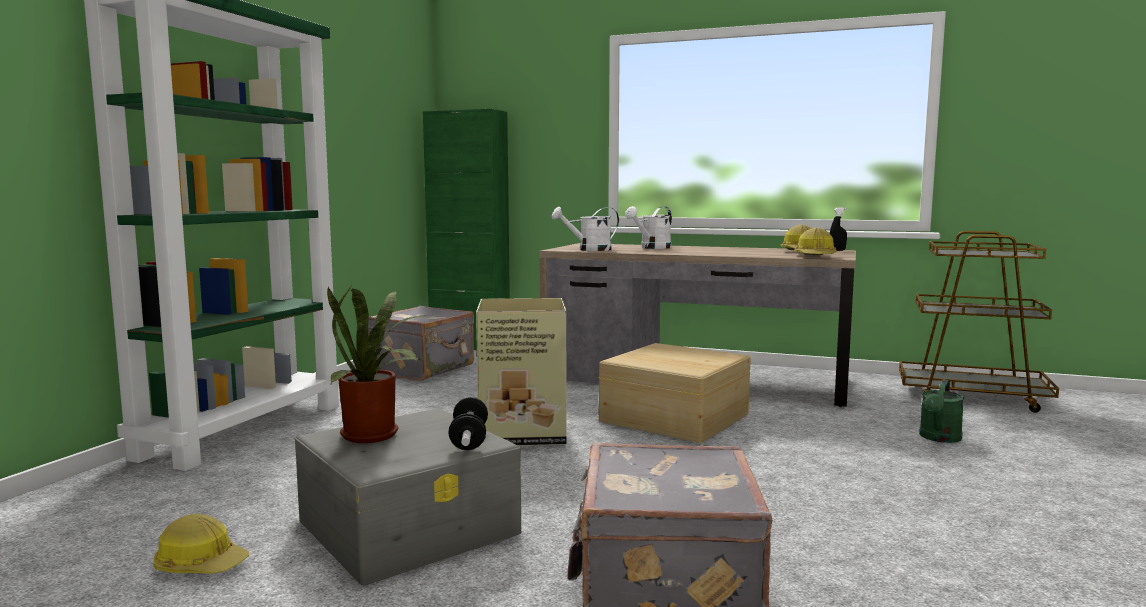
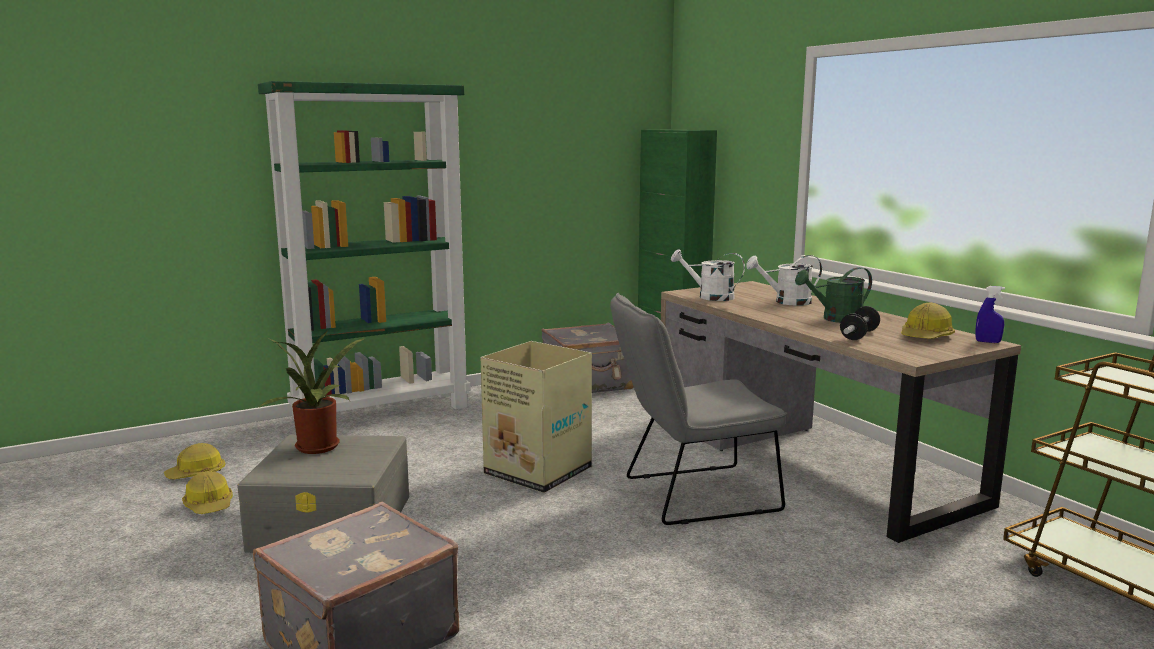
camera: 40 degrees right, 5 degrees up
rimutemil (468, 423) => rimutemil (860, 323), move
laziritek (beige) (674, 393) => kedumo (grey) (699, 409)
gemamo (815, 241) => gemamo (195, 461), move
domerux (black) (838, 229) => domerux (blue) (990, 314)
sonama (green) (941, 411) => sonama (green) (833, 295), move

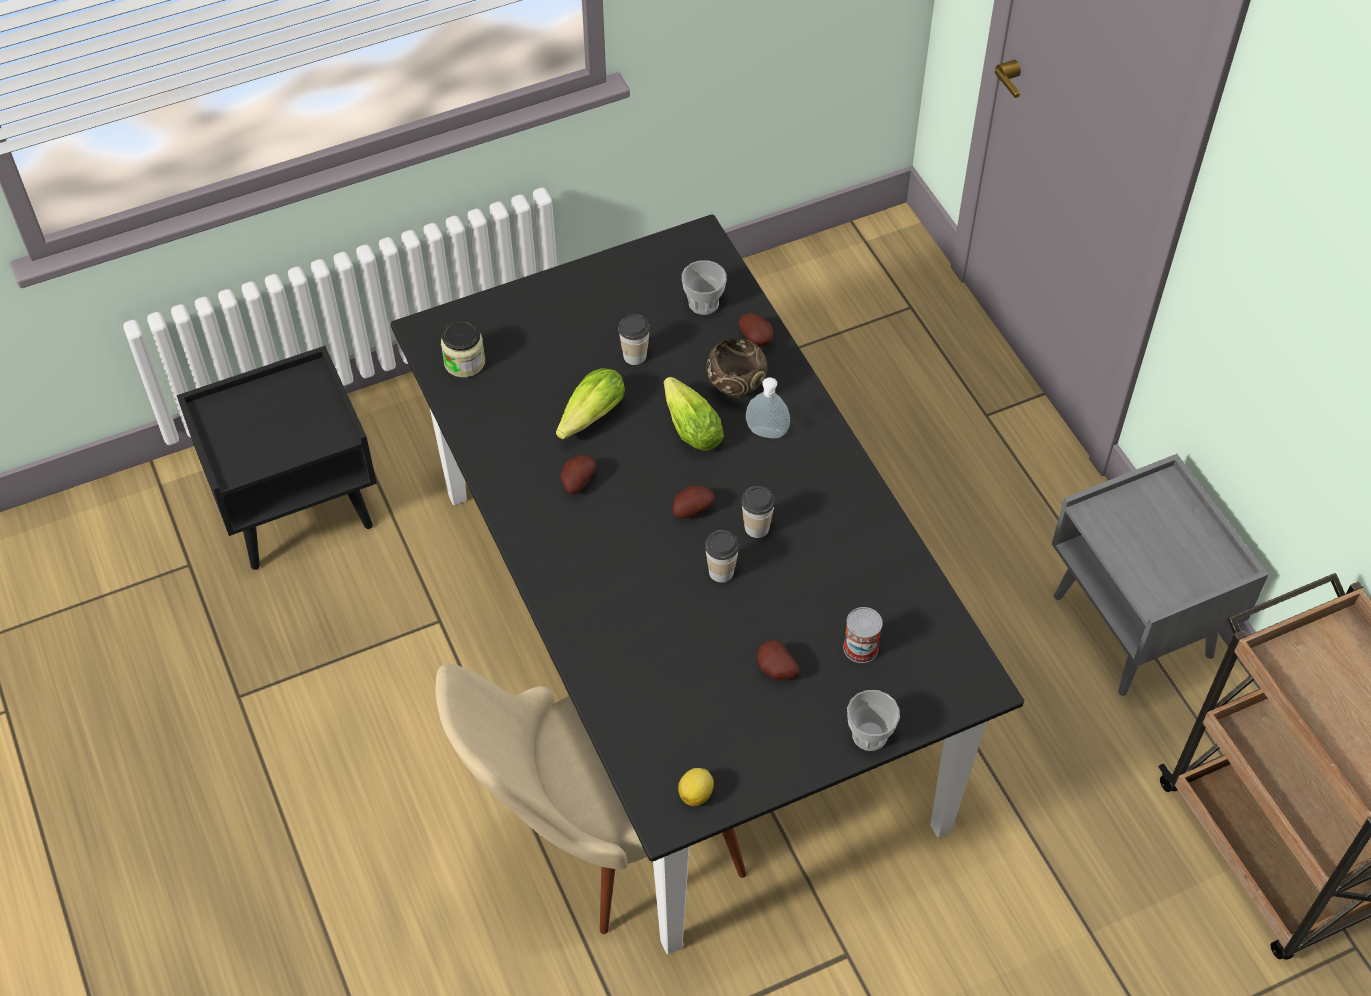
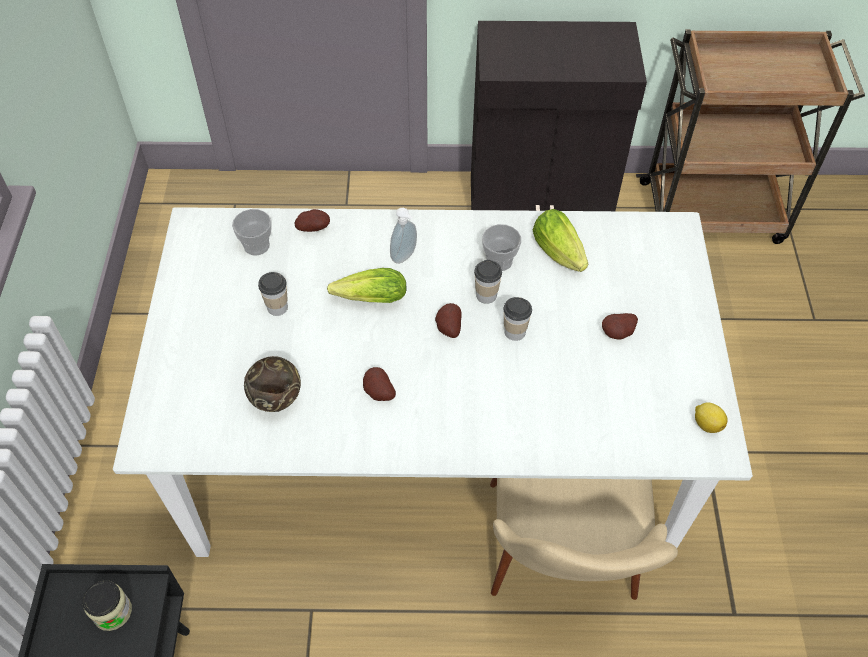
camera: 65 degrees left, 0 degrees up
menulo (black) (707, 584) => menulo (white) (433, 382)
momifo (463, 349) => momifo (107, 605), move
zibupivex (590, 403) => zibupivex (560, 240), move
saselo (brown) (736, 368) => saselo (brown) (272, 384), move
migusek (863, 635) => nothing
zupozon (873, 720) => zupozon (501, 247), move
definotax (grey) (1160, 575) => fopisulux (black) (559, 116)

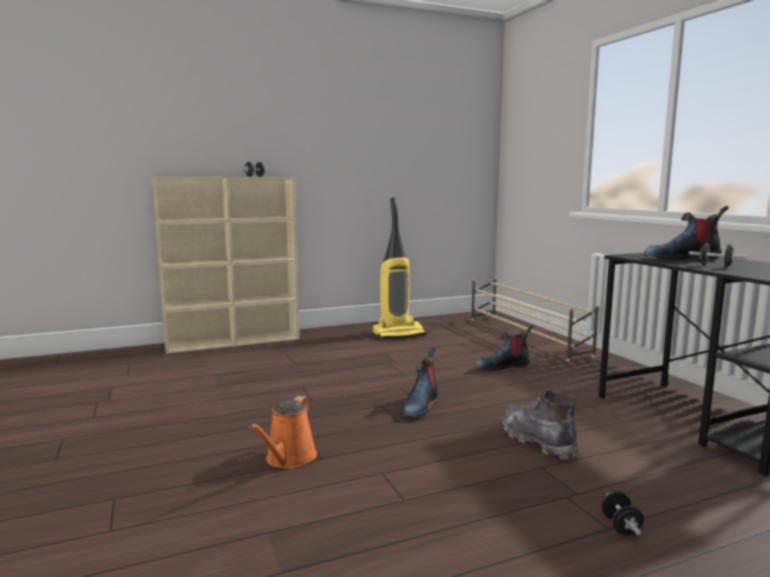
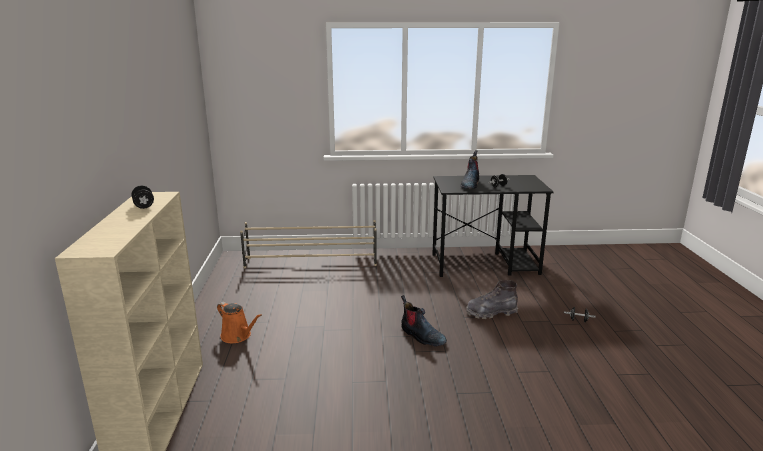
camera: 70 degrees left, 10 degrees up
sonama (orange) (283, 432) => sonama (orange) (239, 322), move
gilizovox (399, 268) => nothing
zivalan (504, 348) => nothing

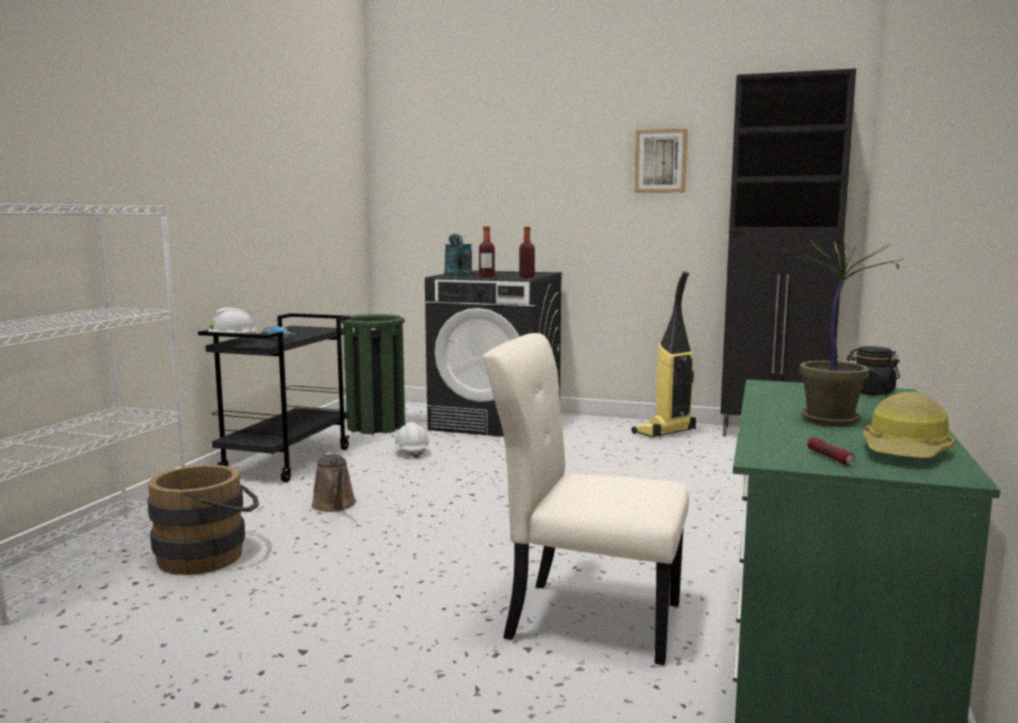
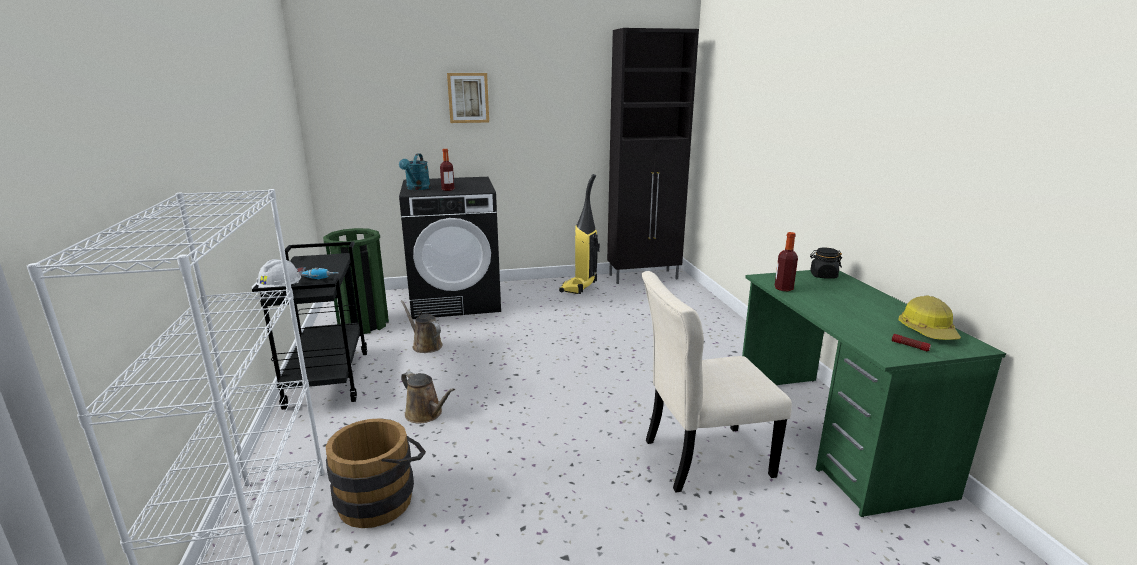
camera: 30 degrees left, 10 degrees up
gemamo (white) (412, 440) => sonama (brown) (421, 326)
sonama (turquoise) (458, 255) => sonama (turquoise) (415, 172), 135 degrees counterclockwise
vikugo (527, 252) => vikugo (786, 261), move
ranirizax (661, 161) => ranirizax (468, 98), move
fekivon (845, 333) => nothing

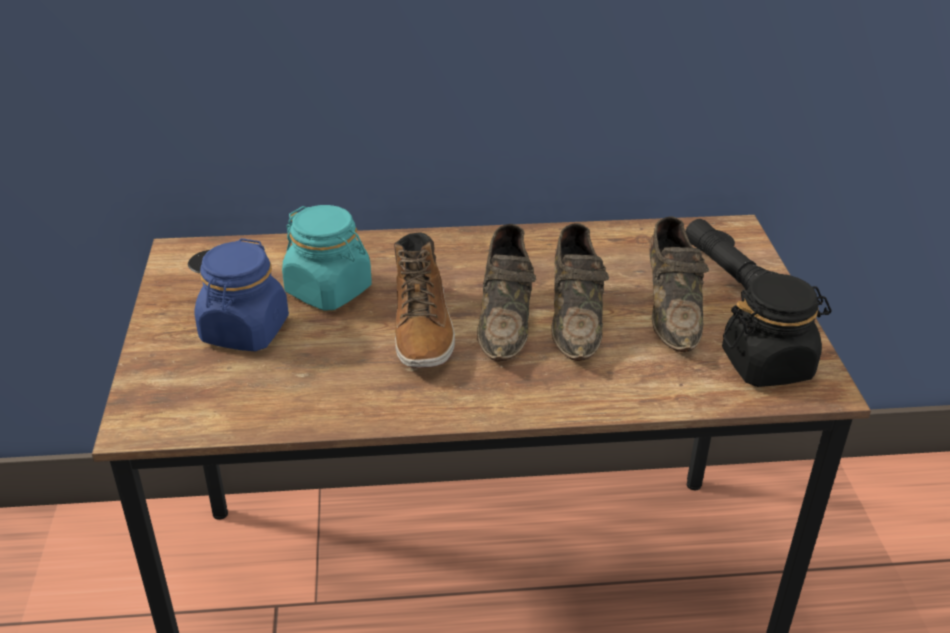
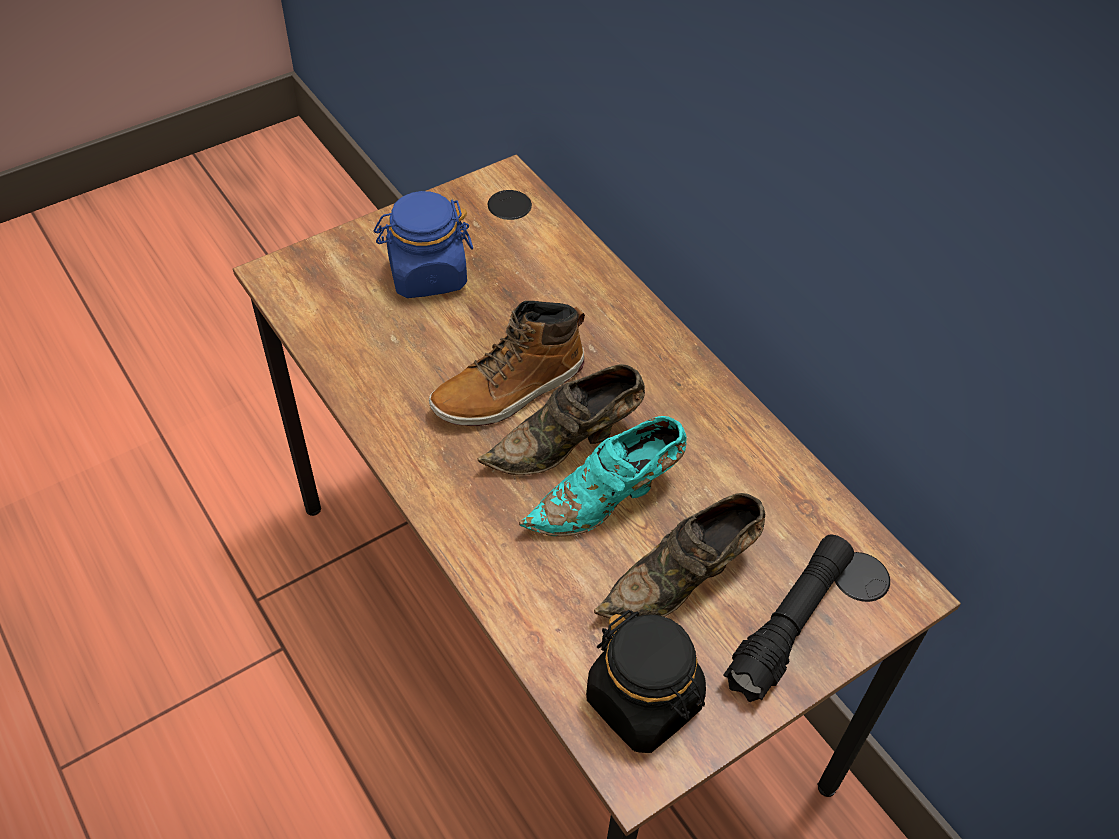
camera: 60 degrees right, 15 degrees up
momifo (turquoise) (327, 258) => nothing
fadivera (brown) (580, 292) => fadivera (turquoise) (603, 476)

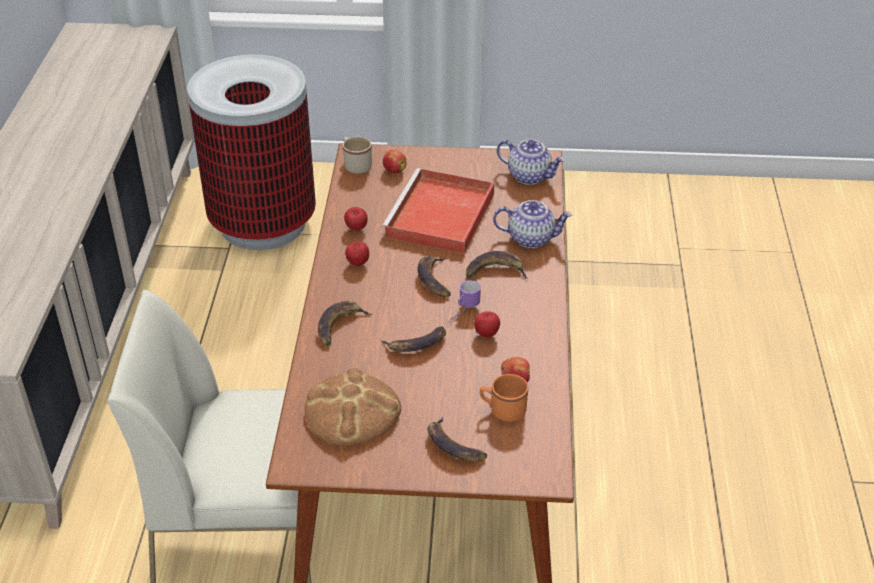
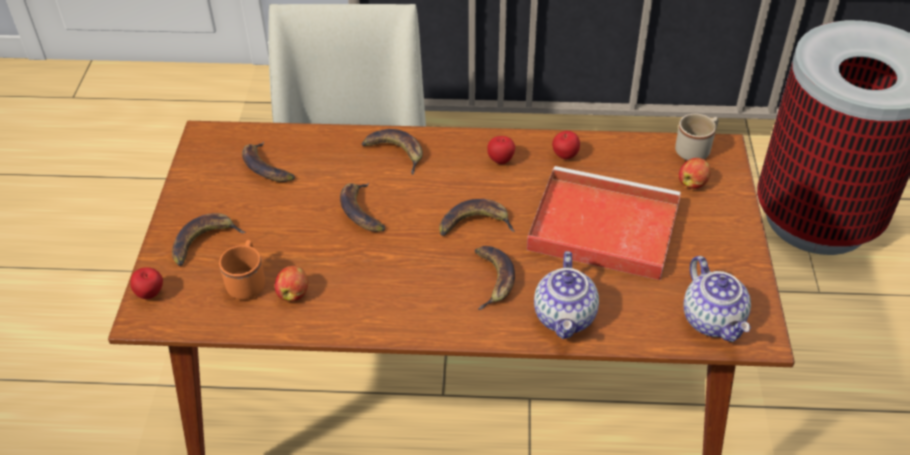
camera: 90 degrees right, 5 degrees up
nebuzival (353, 407) => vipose (268, 161)
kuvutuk (464, 301) => nothing
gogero (487, 324) => gogero (146, 283), move
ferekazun (531, 162) => ferekazun (717, 299), 45 degrees counterclockwise

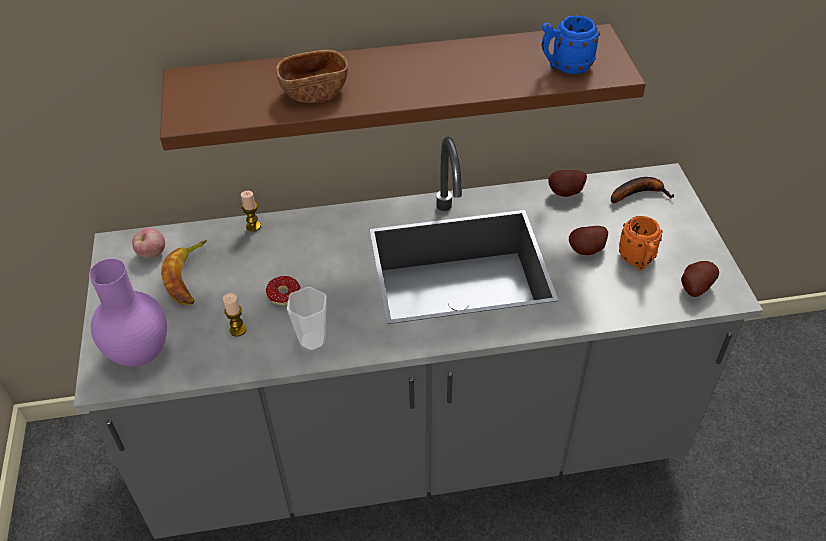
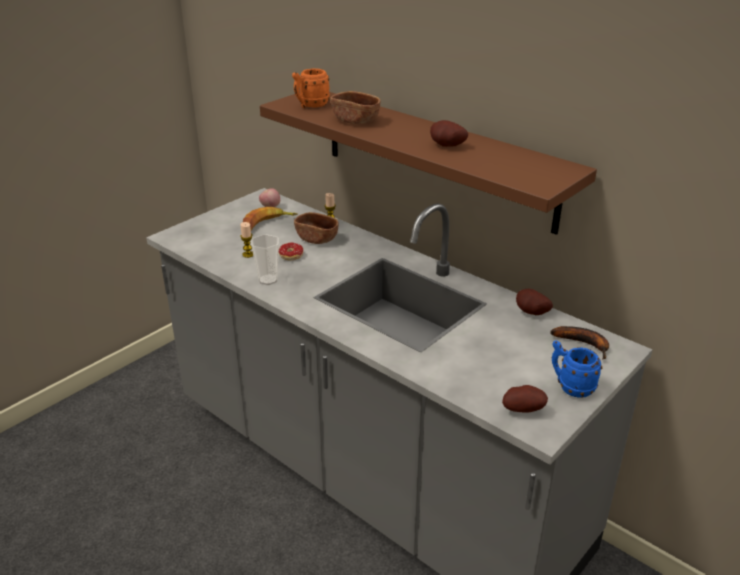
camera: 50 degrees right, 15 degrees down
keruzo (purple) (128, 312) => nothing
kuvutuk (blue) (571, 45) => kuvutuk (blue) (577, 369), move
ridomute (588, 240) => ridomute (449, 133), move
kuvutuk (orange) (640, 243) => kuvutuk (orange) (311, 88), move
nothing => saselo (brown) (316, 228)

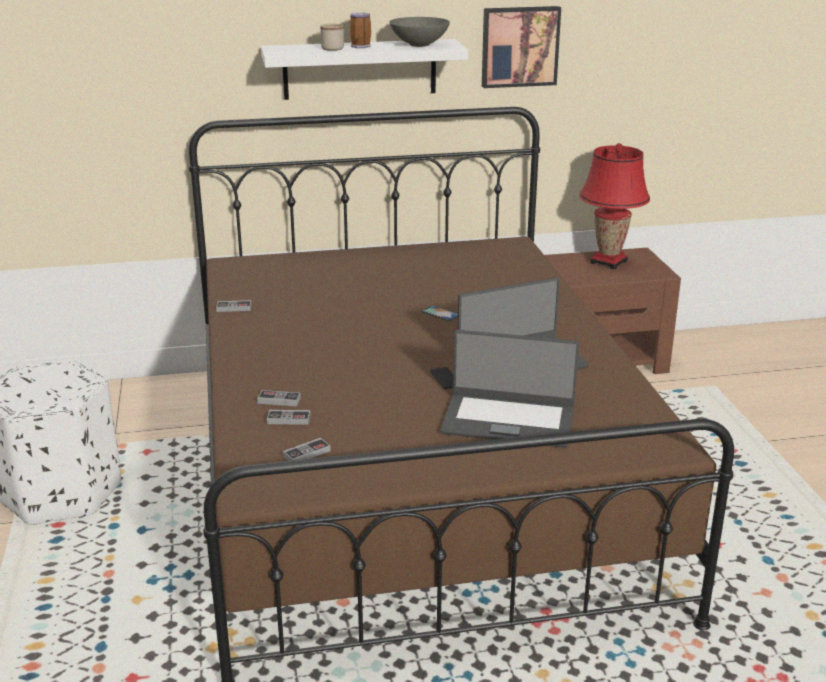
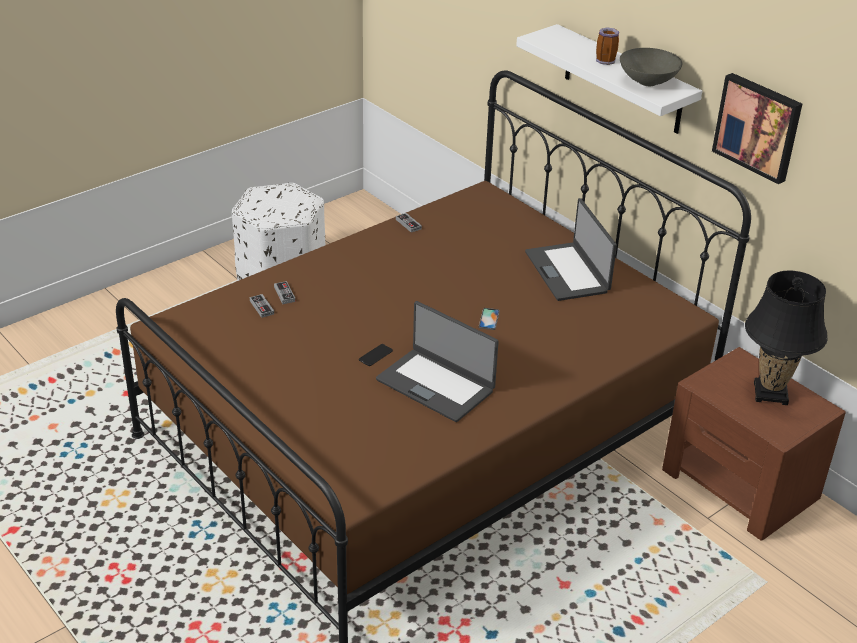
camera: 60 degrees right, 10 degrees up
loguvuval (307, 449) => nothing
kuvutuk (beige) (332, 37) => nothing
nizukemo (509, 389) => nizukemo (571, 249), move
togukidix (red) (614, 206) => togukidix (black) (786, 338)

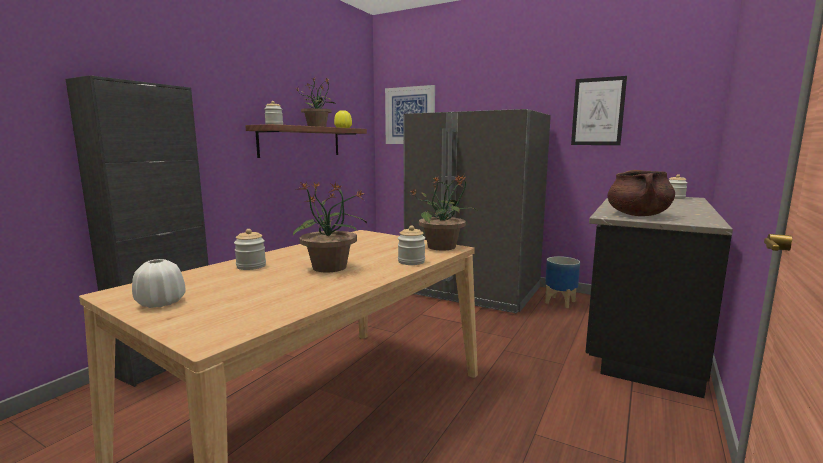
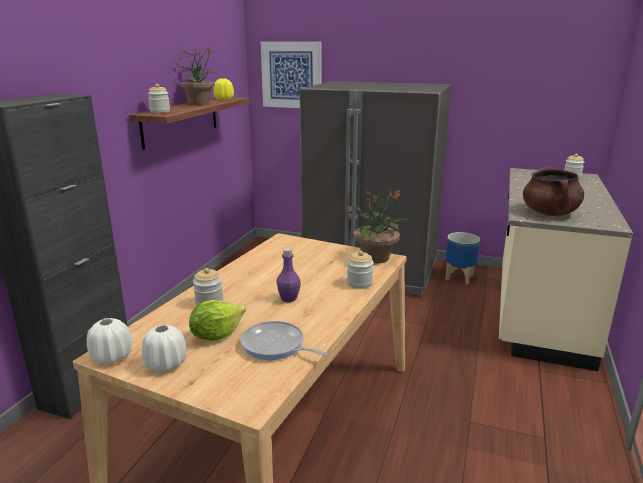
camera: 10 degrees left, 10 degrees up
fekivon (330, 227) => vikugo (purple) (288, 275)
ranirizax (599, 110) => nothing
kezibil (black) (659, 297) => kezibil (beige) (566, 269)
nothing => keruzo (white) (109, 341)
nothing => zibupivex (217, 320)
nothing => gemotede (283, 340)

